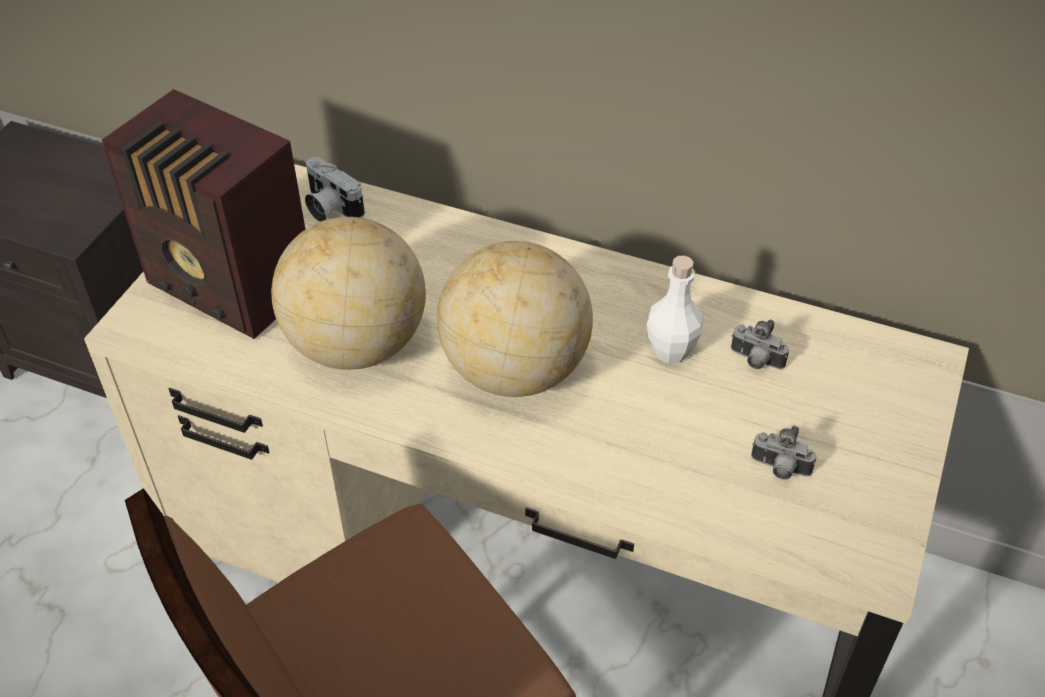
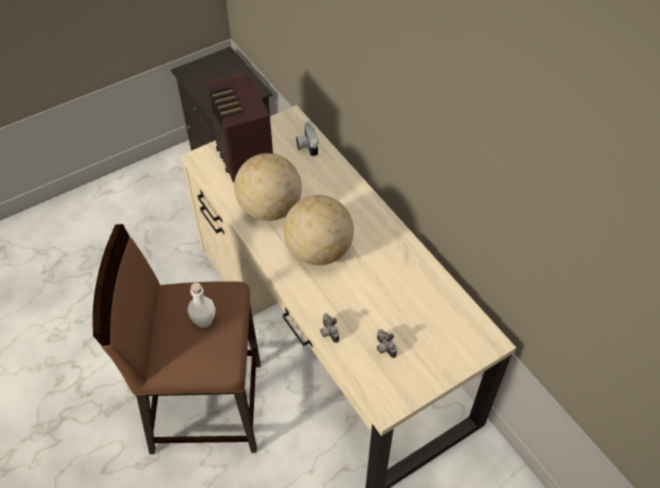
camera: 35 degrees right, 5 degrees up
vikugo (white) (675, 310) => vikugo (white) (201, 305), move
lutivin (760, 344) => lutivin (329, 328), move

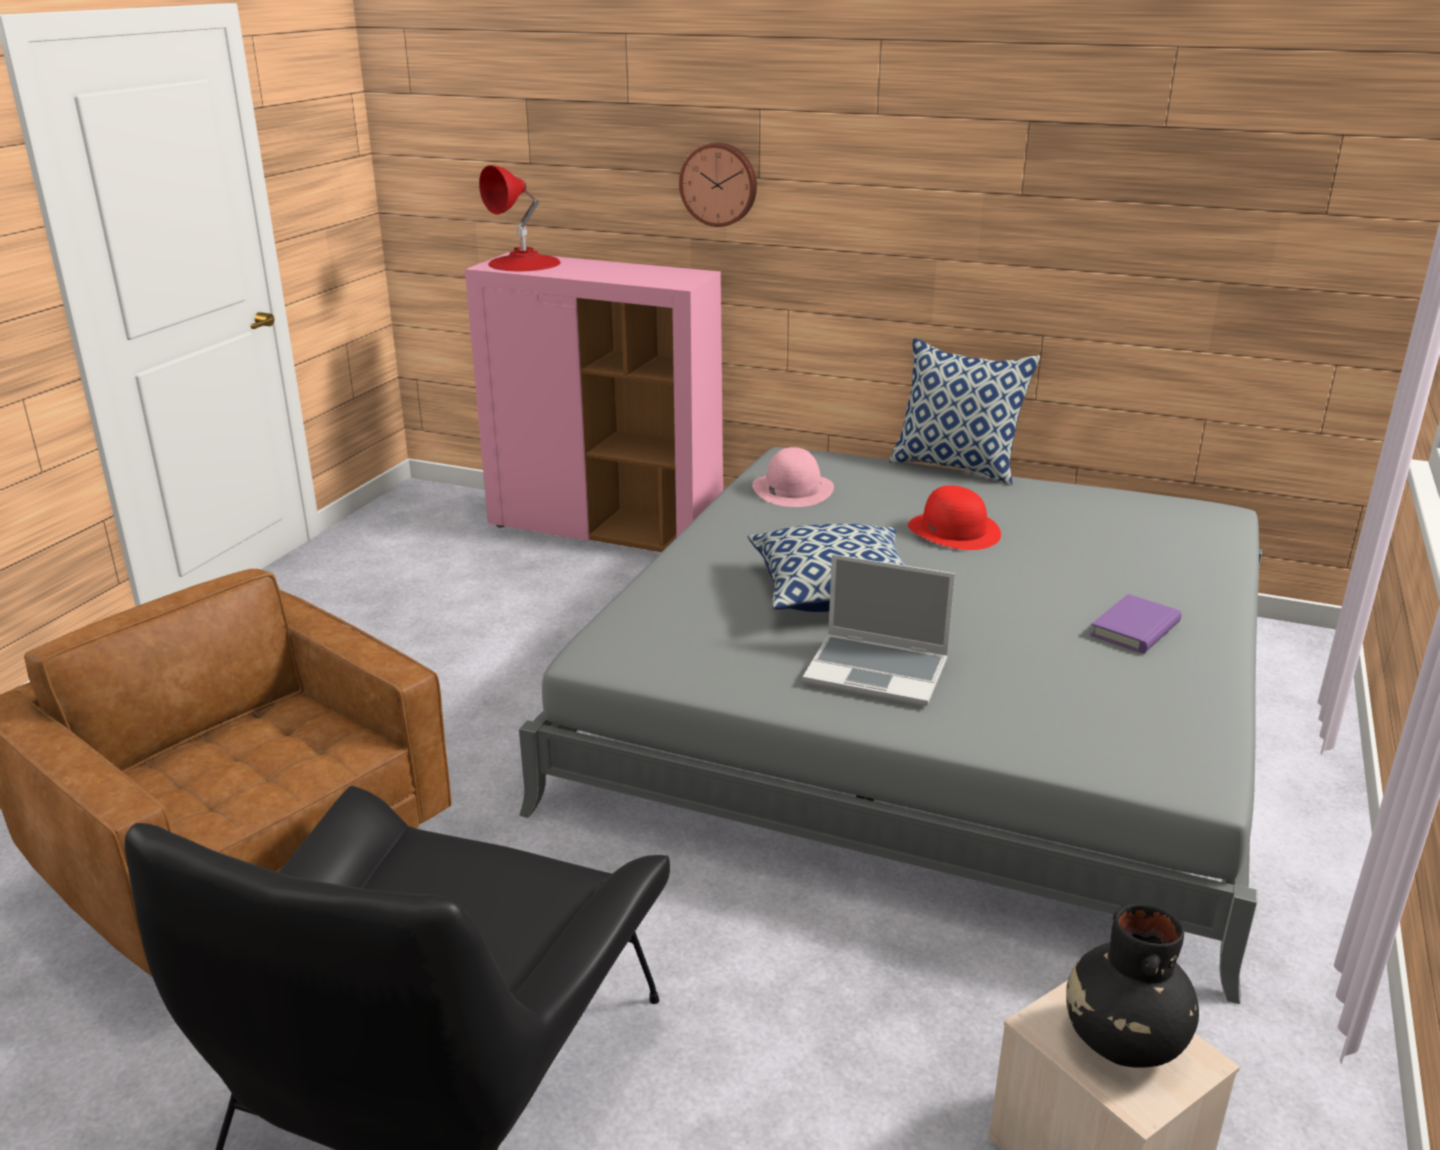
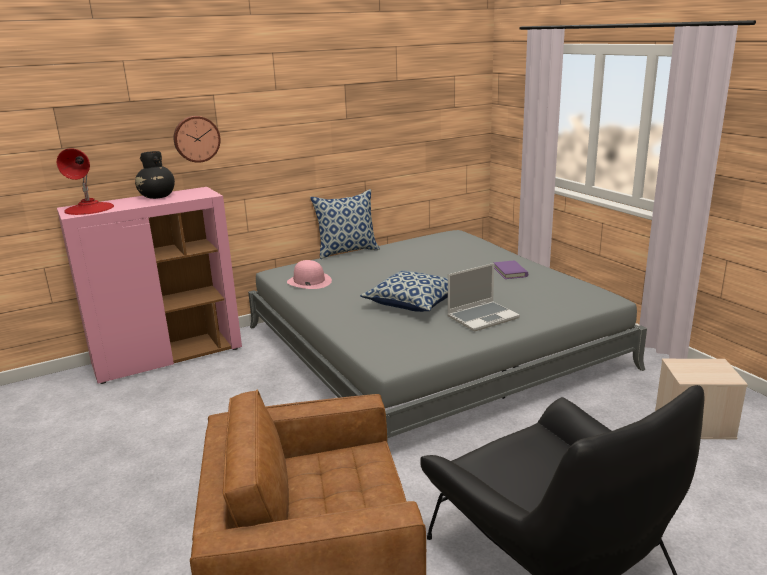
camera: 50 degrees left, 5 degrees down
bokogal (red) (954, 517) => nothing
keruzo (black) (1132, 985) => keruzo (black) (155, 175), move

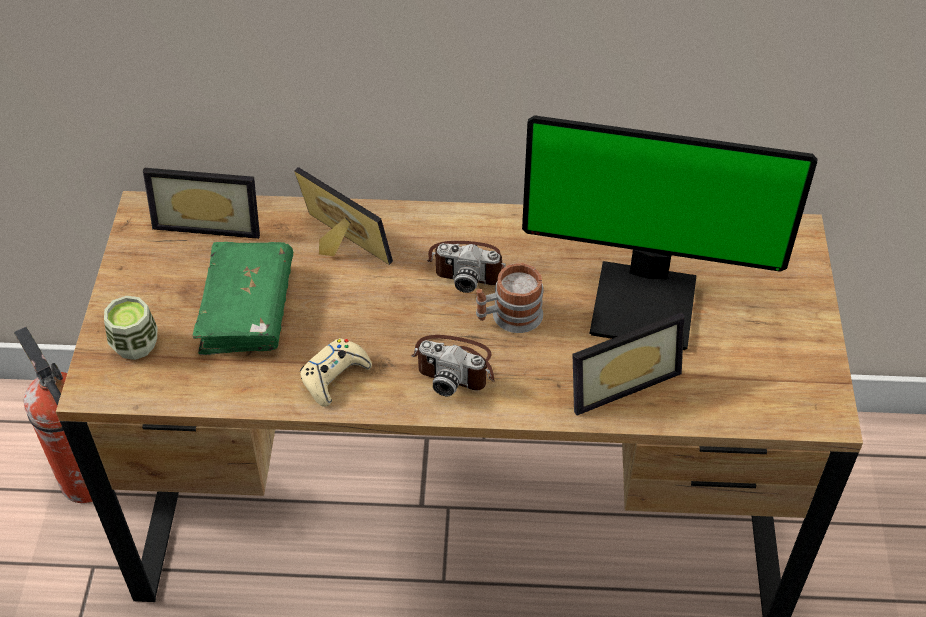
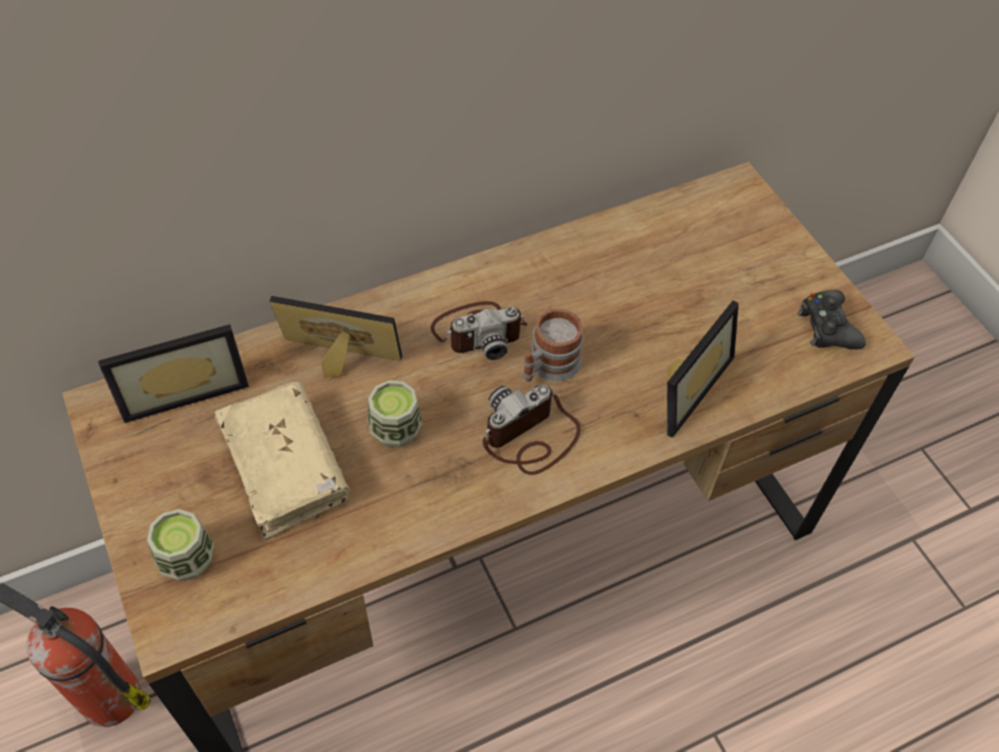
camera: 30 degrees left, 5 degrees up
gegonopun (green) (242, 298) => gegonopun (beige) (282, 461)
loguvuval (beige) (336, 372) => nothing
lutivin (452, 365) => lutivin (532, 430), 150 degrees clockwise
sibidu (669, 232) => nothing
nothing => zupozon (395, 413)
nothing => loguvuval (black) (831, 319)

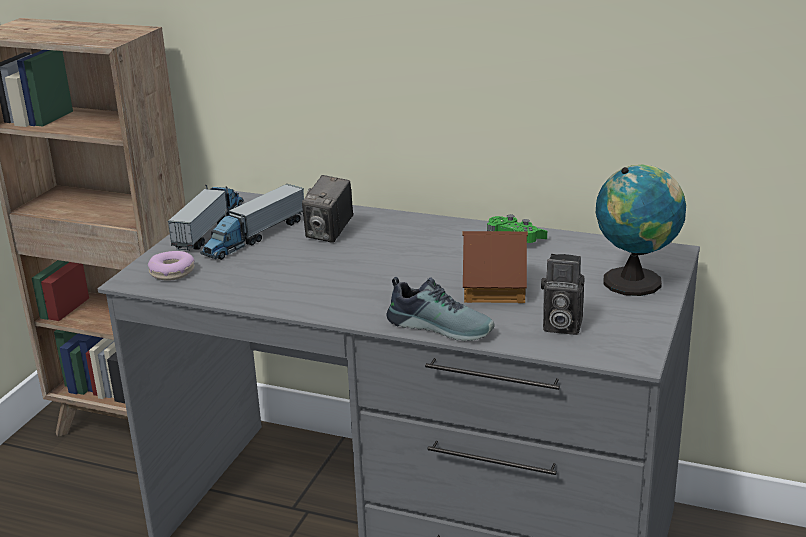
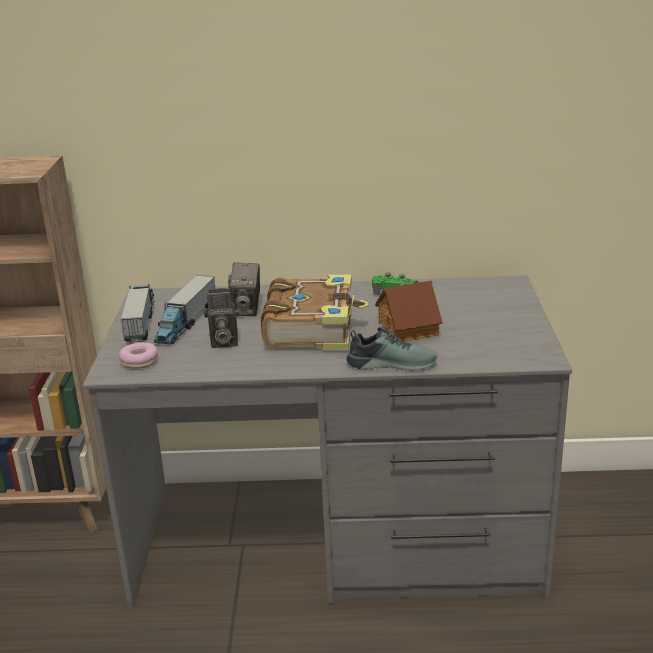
camera: 20 degrees left, 0 degrees up
lutivin (563, 294) => lutivin (221, 318), move
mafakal (641, 230) => nothing
nothing => gegonopun (315, 312)

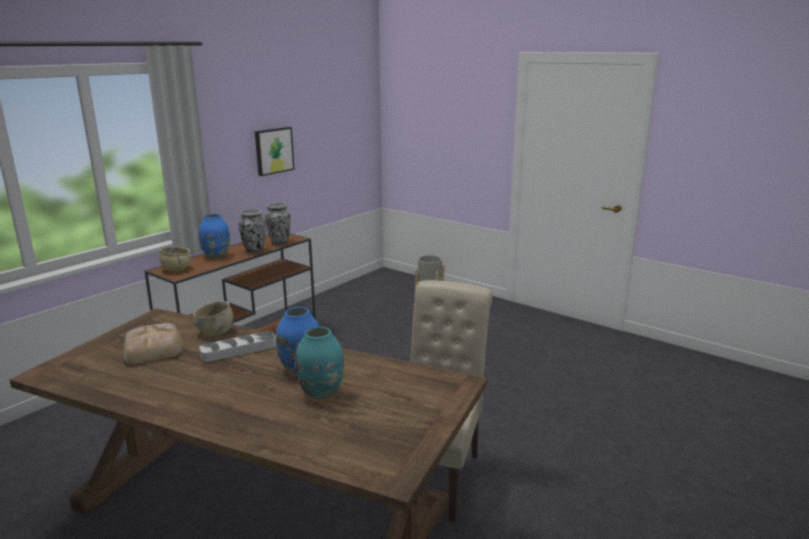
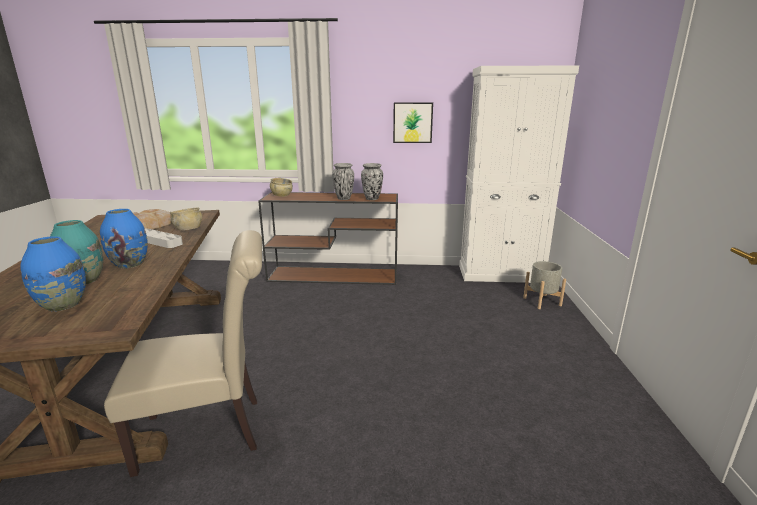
camera: 55 degrees right, 0 degrees up
keruzo (blue) (214, 236) => keruzo (blue) (53, 273), move
nothing => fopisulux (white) (519, 174)

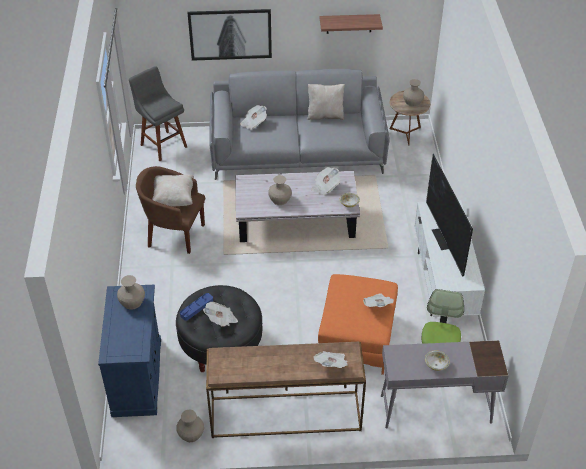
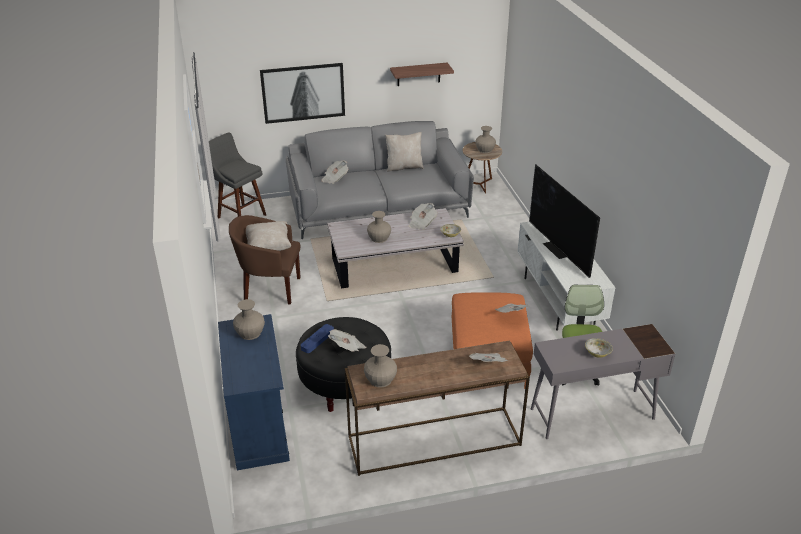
camera: 10 degrees left, 10 degrees down
keruzo (beige) (190, 426) => keruzo (beige) (380, 365), move

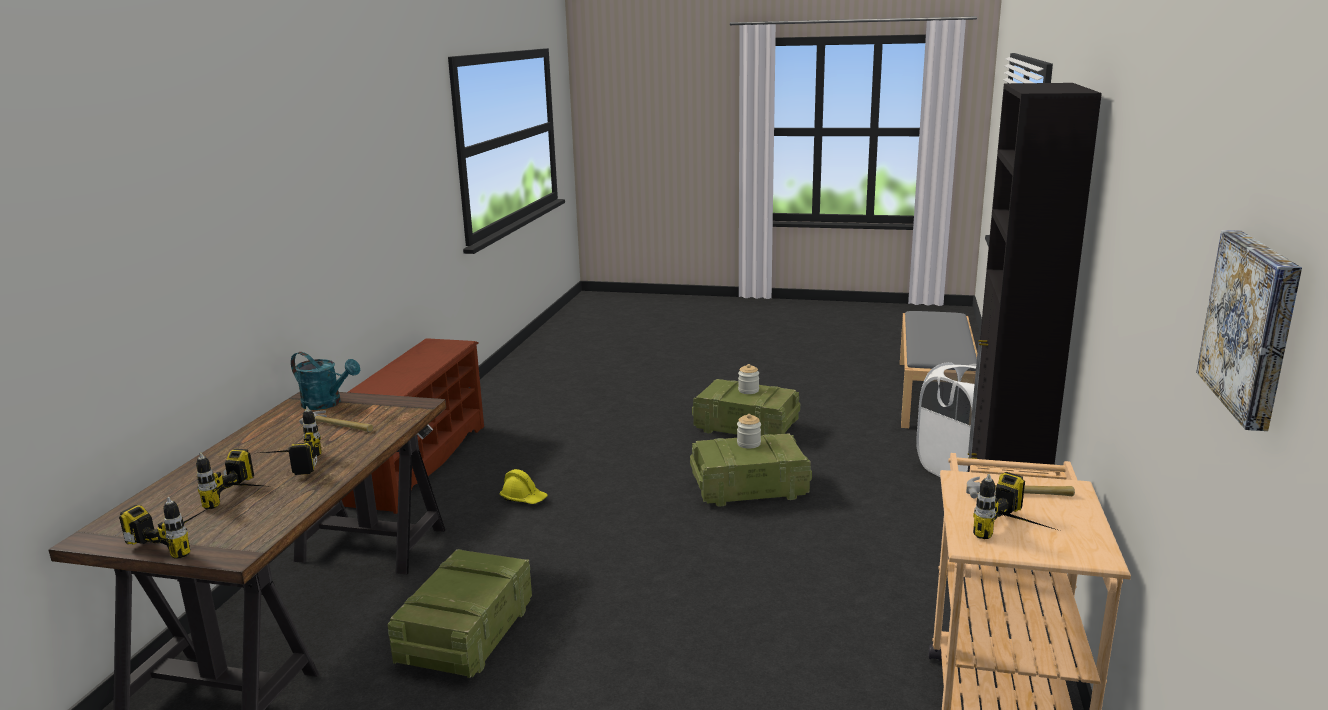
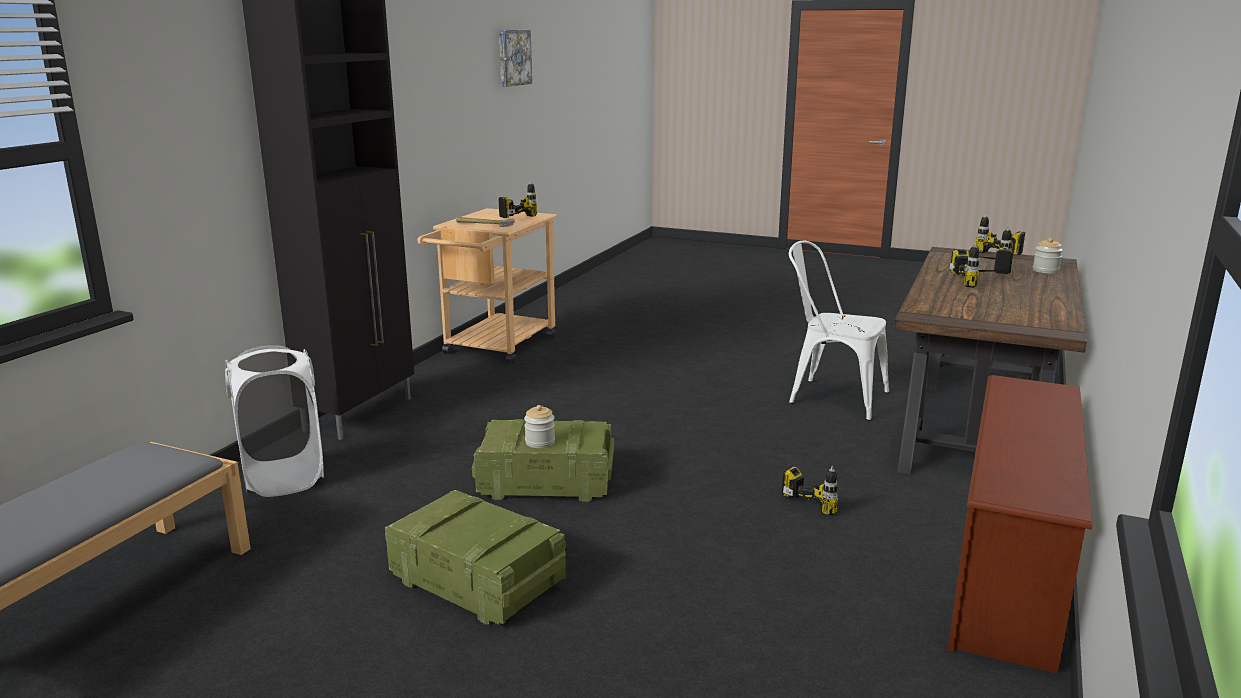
camera: 170 degrees left, 0 degrees up
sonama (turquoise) (325, 381) => nothing
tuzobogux (336, 421) => nothing
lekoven (460, 613) => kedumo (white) (839, 331)
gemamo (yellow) (524, 486) => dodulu (811, 490)
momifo (748, 379) => momifo (1048, 256), move

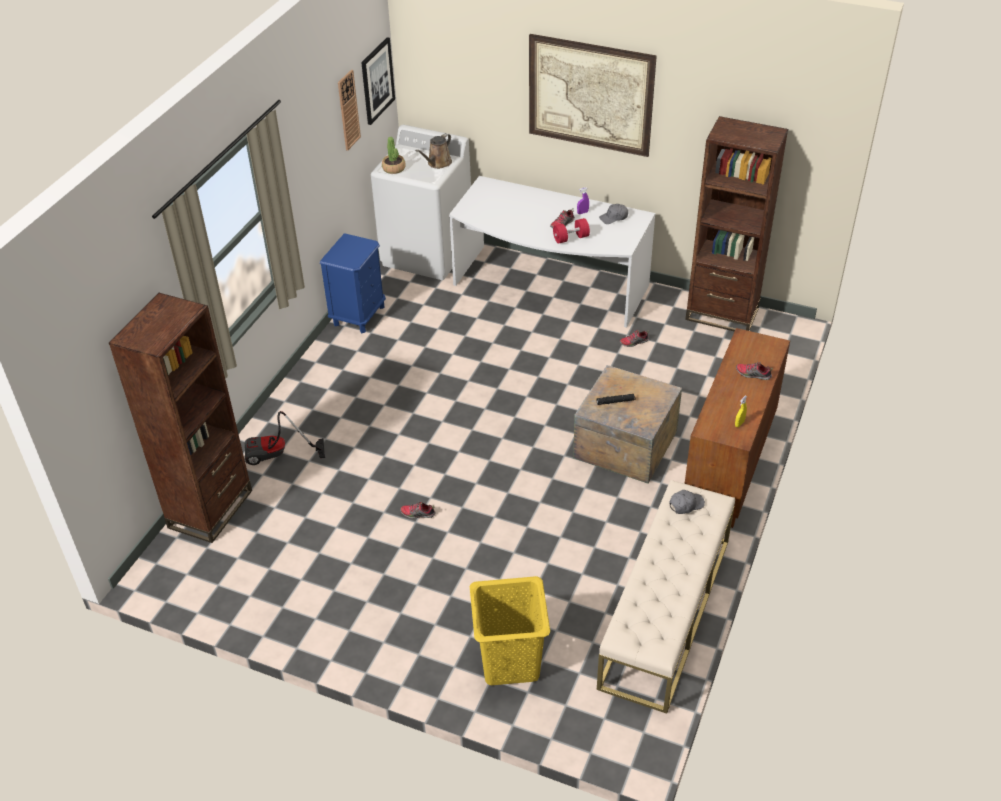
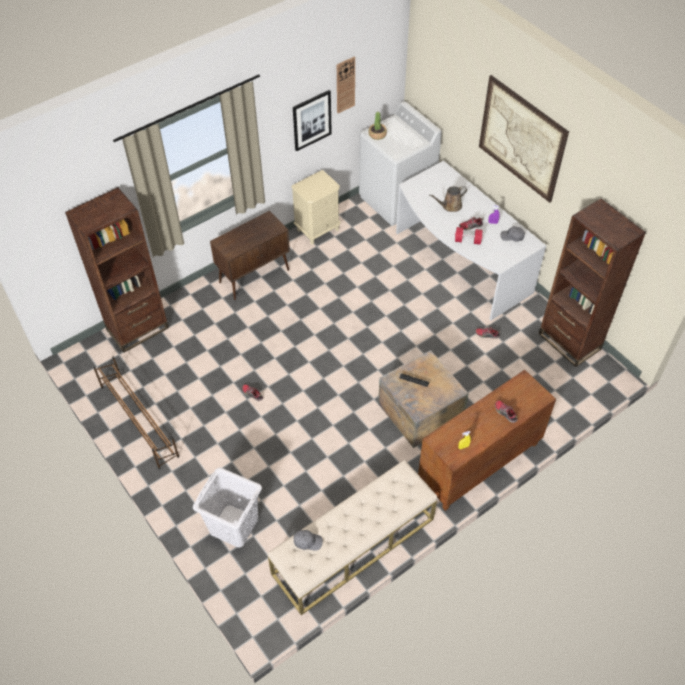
camera: 30 degrees right, 10 degrees up
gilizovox (285, 438) => nothing
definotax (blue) (353, 283) => definotax (beige) (316, 207)
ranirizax (378, 81) => ranirizax (312, 120), move
sonama (brown) (434, 151) => sonama (brown) (448, 199), move
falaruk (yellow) (510, 630) => falaruk (white) (227, 508)
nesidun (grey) (687, 502) => nesidun (grey) (308, 540), move
nothing => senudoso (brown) (136, 413)
nothing => fopisulux (brown) (250, 255)

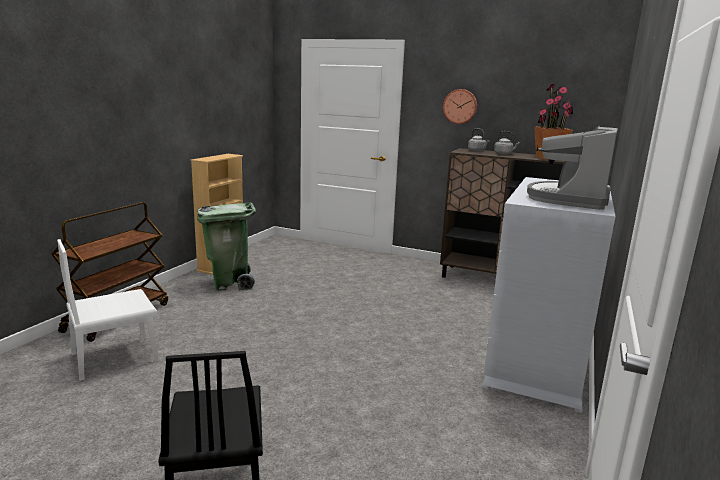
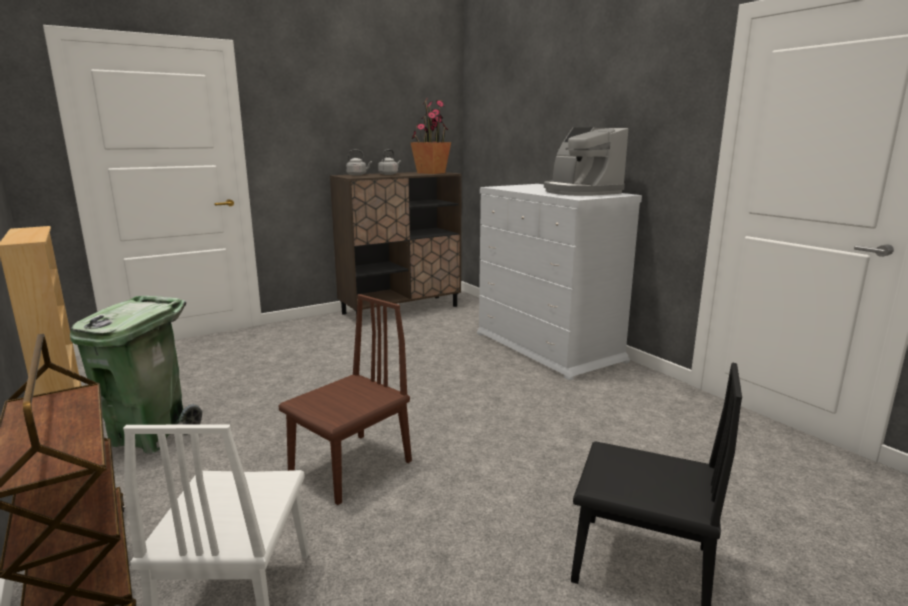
camera: 55 degrees left, 0 degrees up
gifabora (460, 106) => nothing
nothing => kedumo (brown) (345, 399)

